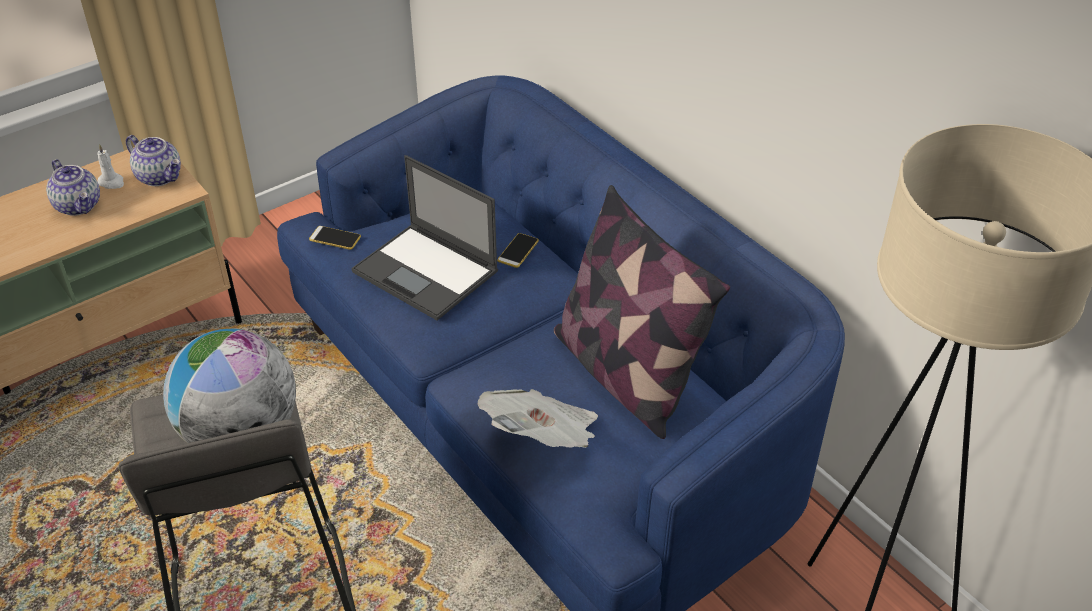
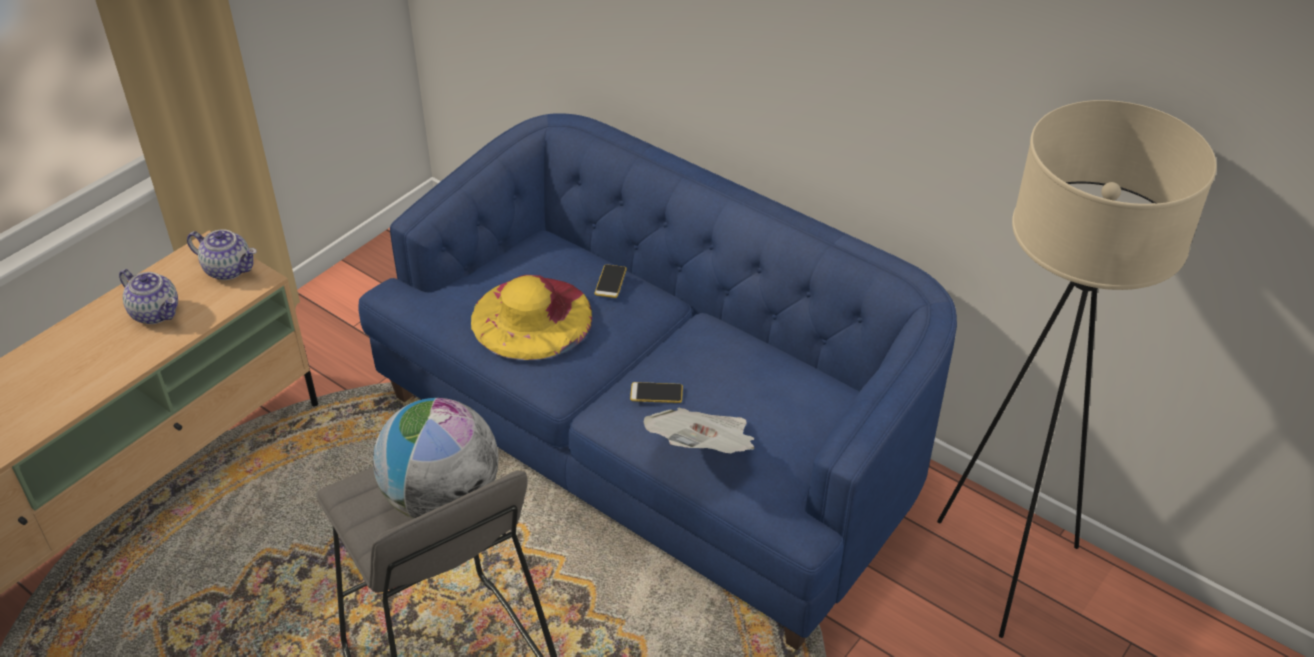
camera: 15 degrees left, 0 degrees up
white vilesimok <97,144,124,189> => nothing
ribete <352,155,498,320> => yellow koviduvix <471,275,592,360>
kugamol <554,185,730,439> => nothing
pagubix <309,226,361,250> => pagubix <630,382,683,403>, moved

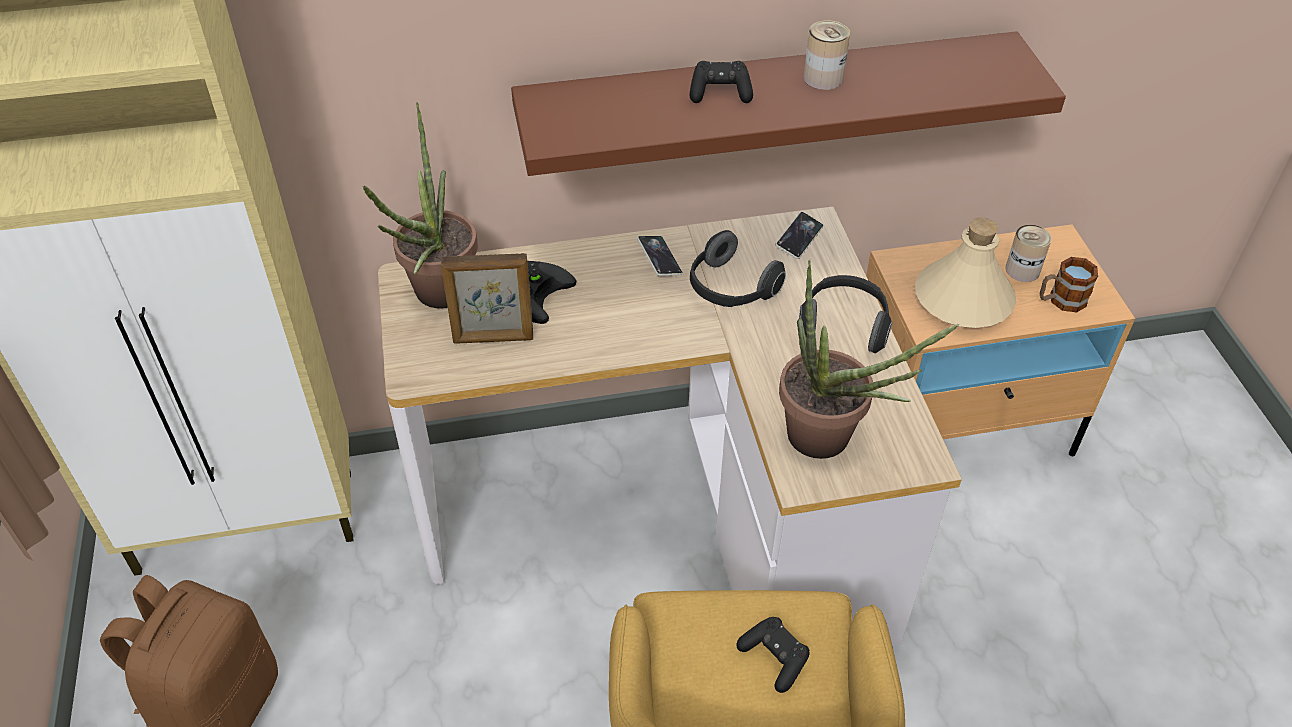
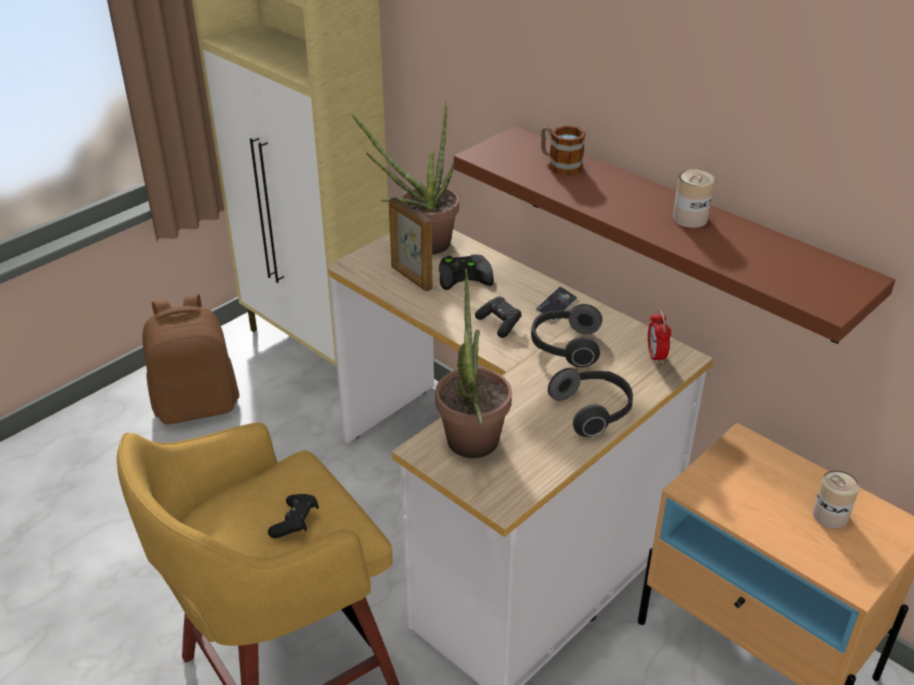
camera: 55 degrees right, 10 degrees down
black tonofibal <690,61,753,103> => black tonofibal <475,297,522,338>, moved
pagubix <776,212,823,259> => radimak <648,310,671,364>
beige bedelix <915,217,1016,328> => nothing
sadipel <1039,257,1098,312> => sadipel <541,125,586,176>, moved

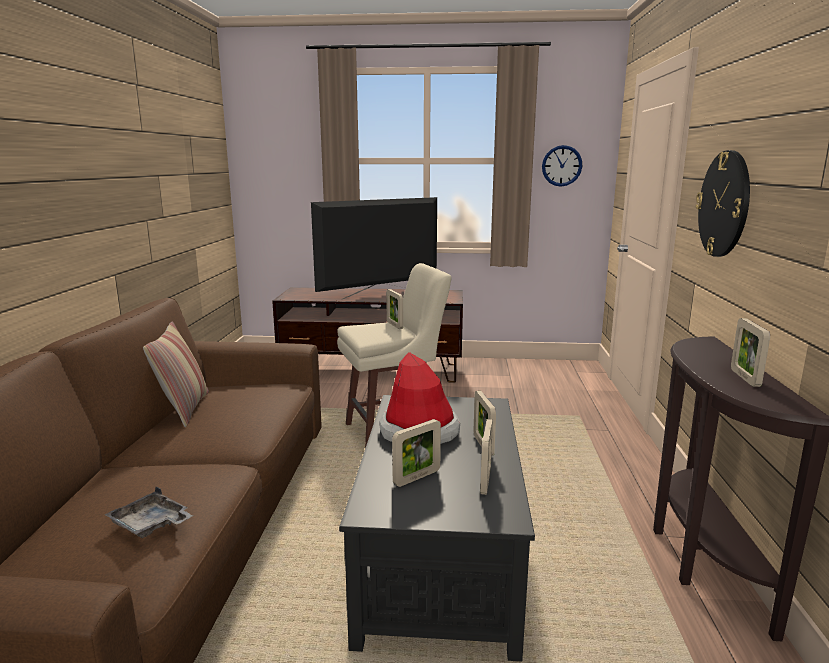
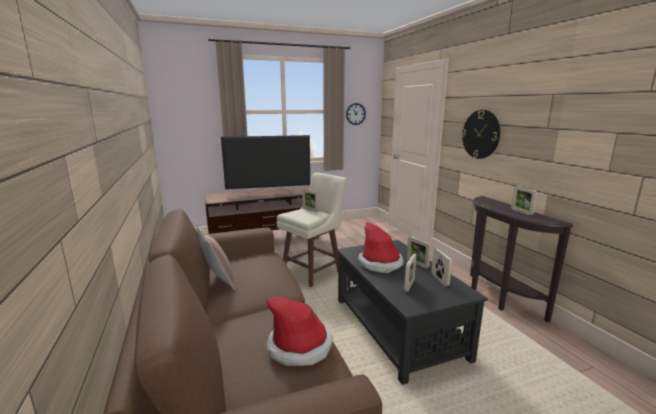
camera: 25 degrees left, 0 degrees up
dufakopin <311,197,437,300> => dufakopin <221,135,310,194>, 135 degrees counterclockwise
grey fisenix <104,487,193,538> => koviduvix <267,297,333,366>

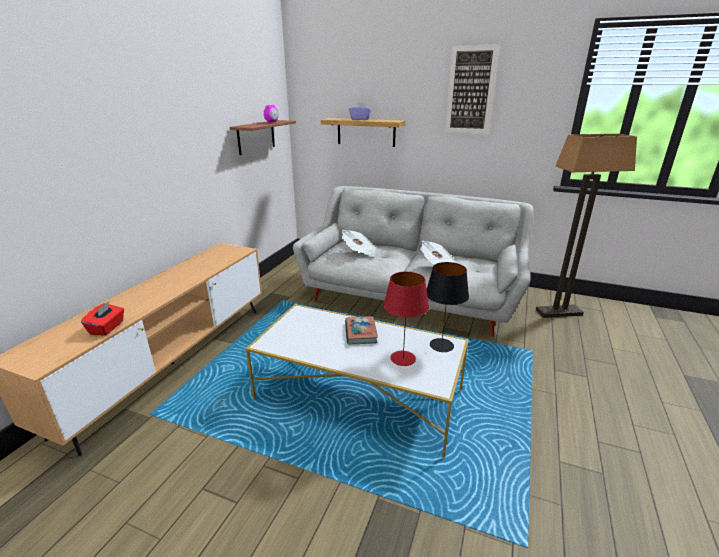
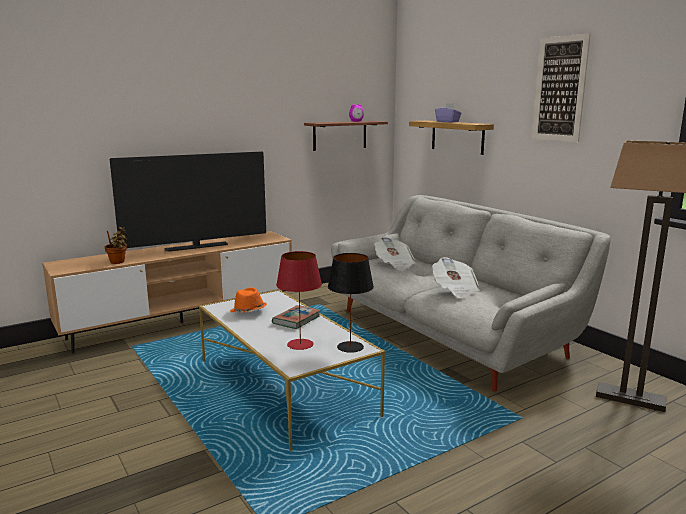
camera: 35 degrees right, 10 degrees down
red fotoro <81,302,124,336> => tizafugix <104,227,127,264>
nothing => dufakopin <110,151,266,252>
nothing => orange koviduvix <230,287,267,313>

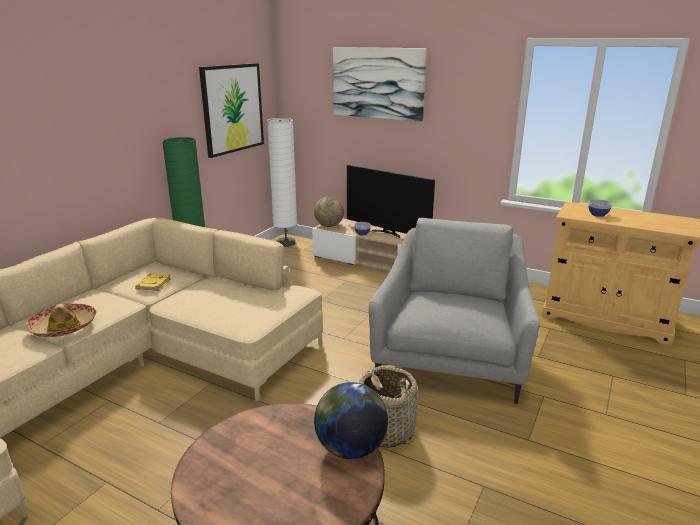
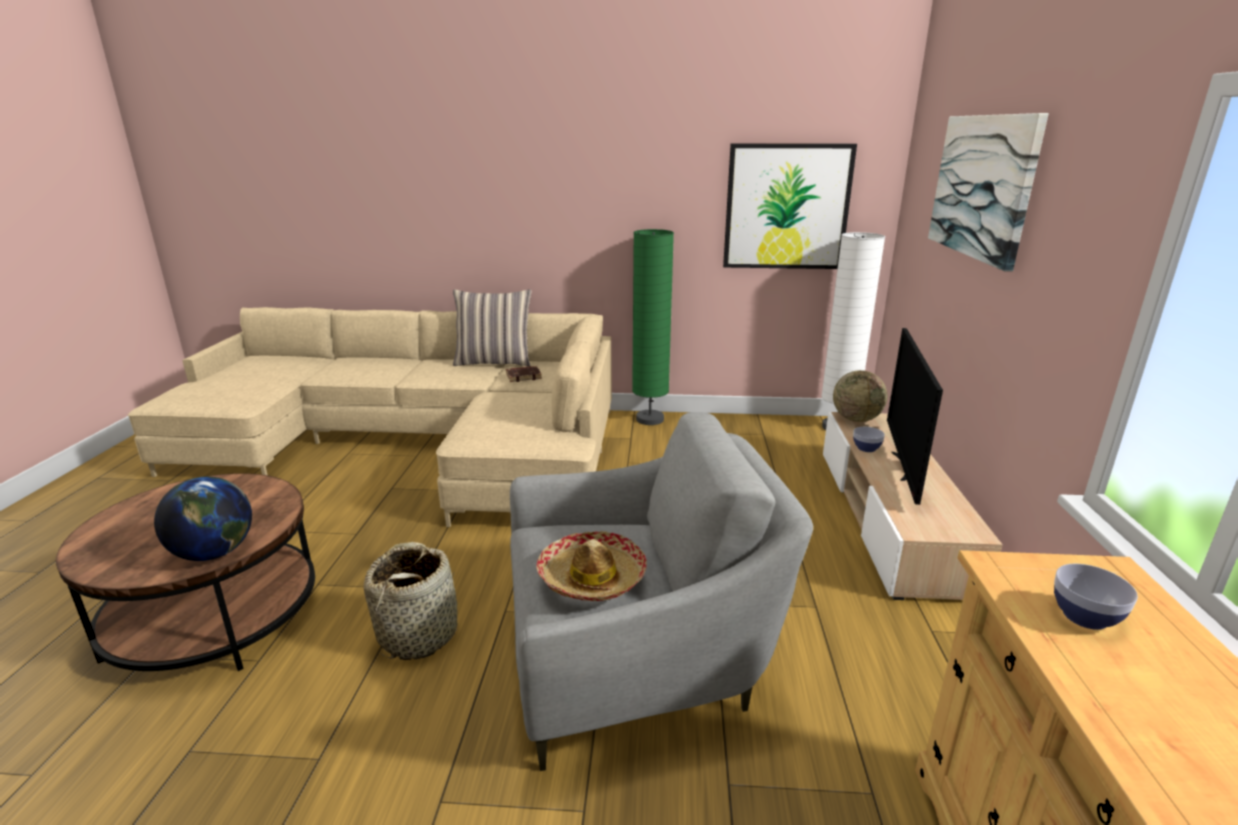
camera: 65 degrees right, 0 degrees up
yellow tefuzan <135,274,171,291> => brown tefuzan <506,366,542,382>
koviduvix <25,304,96,337> => koviduvix <536,531,647,601>, moved
nothing => kugamol <453,289,532,367>

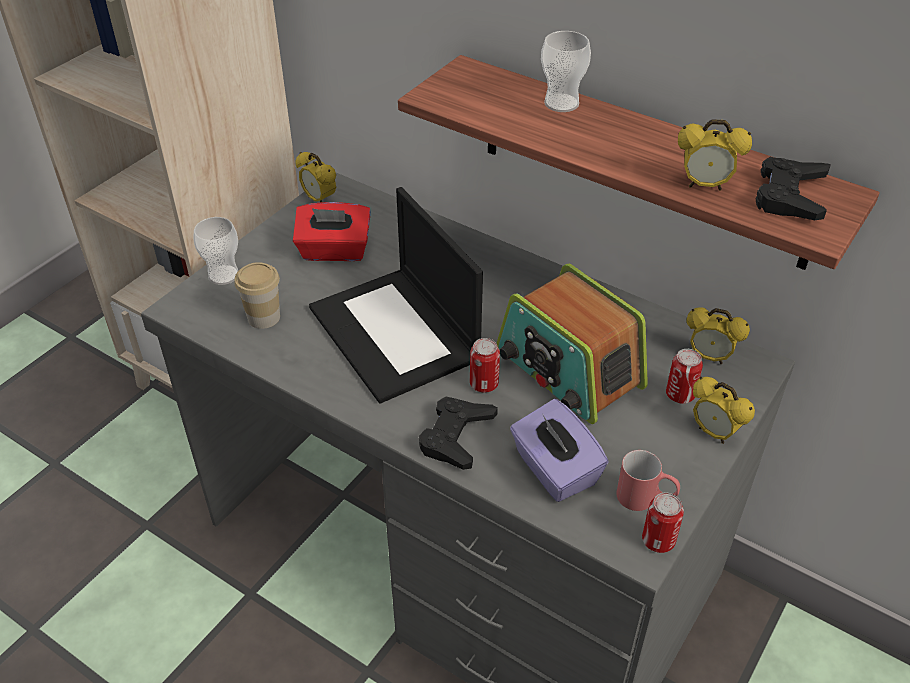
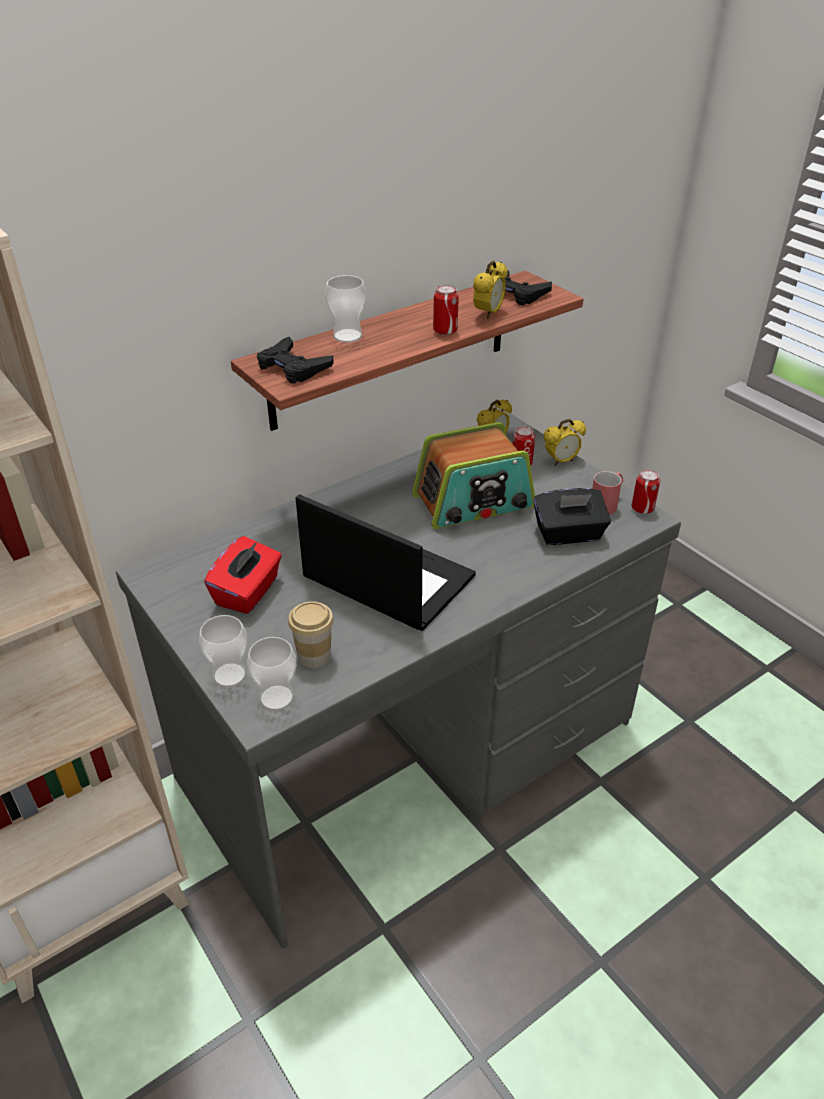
camera: 70 degrees left, 5 degrees down
radimak <295,152,336,203> => nothing
ribete <309,187,483,404> => ribete <296,494,476,631>, 135 degrees counterclockwise
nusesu <470,338,500,393> => nusesu <433,285,459,335>, moved
black tonofibal <419,396,498,470> => black tonofibal <257,337,334,384>, moved
purple fotoro <510,399,608,502> => black fotoro <533,488,611,545>
nothing => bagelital <247,637,297,711>

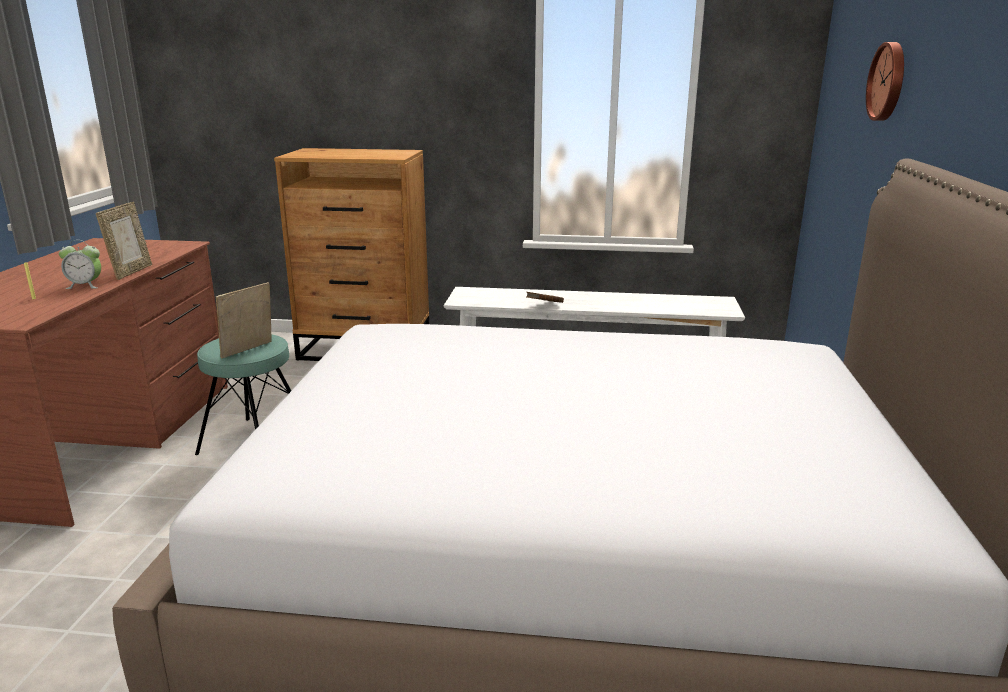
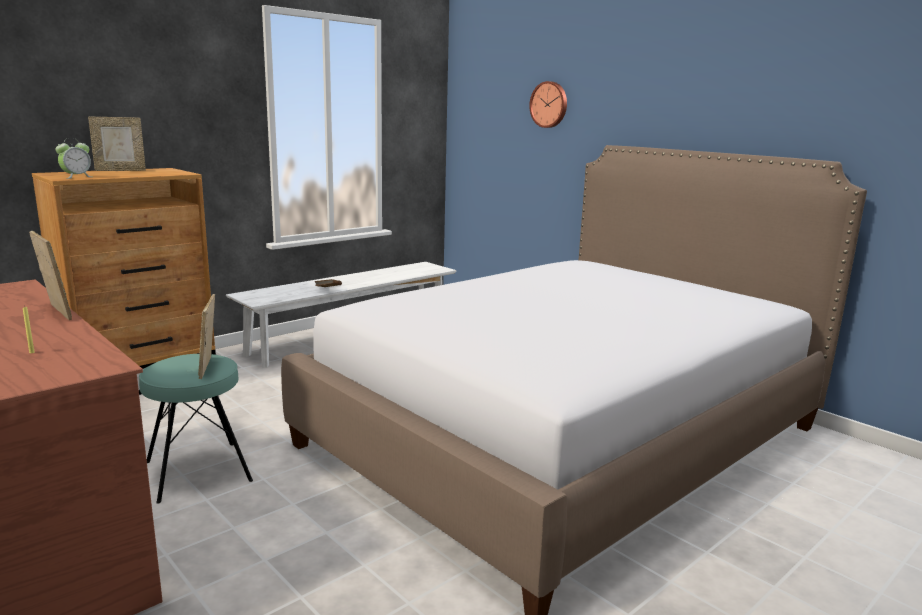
camera: 50 degrees left, 5 degrees down
radimak <59,240,101,289> => radimak <55,138,91,179>, moved
nothing => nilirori <88,117,146,171>

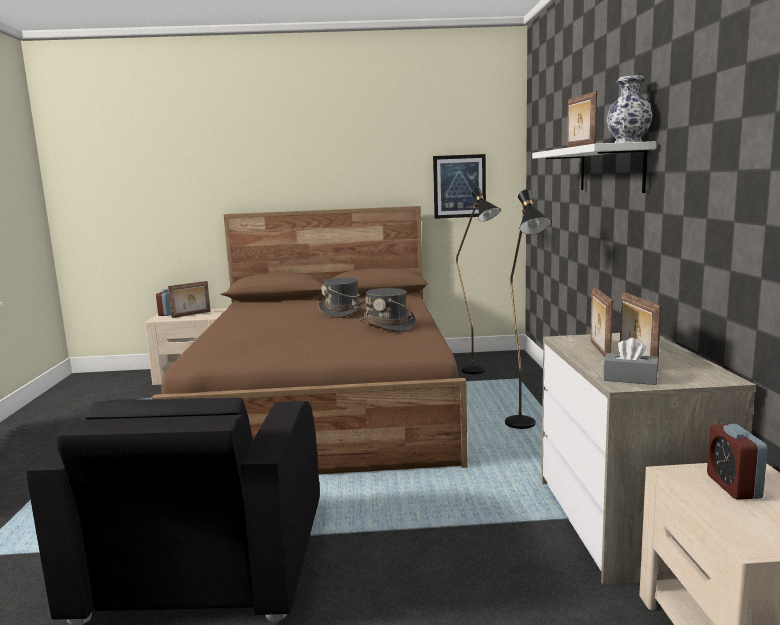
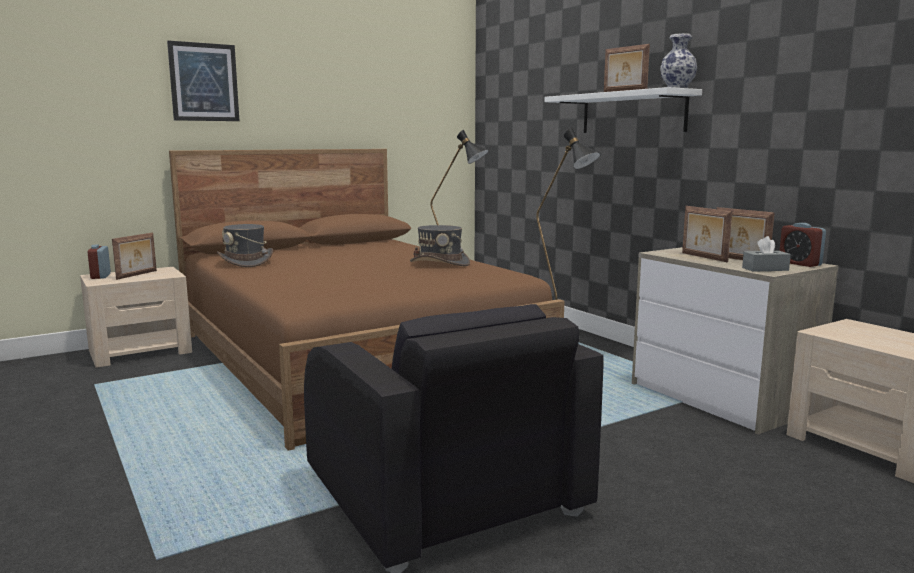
camera: 30 degrees left, 0 degrees up
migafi <433,154,486,219> => migafi <167,41,239,121>, moved
grey koviduvix <318,278,366,318> => grey koviduvix <217,224,273,267>, moved
radimak <707,424,768,500> => radimak <779,223,826,267>, moved

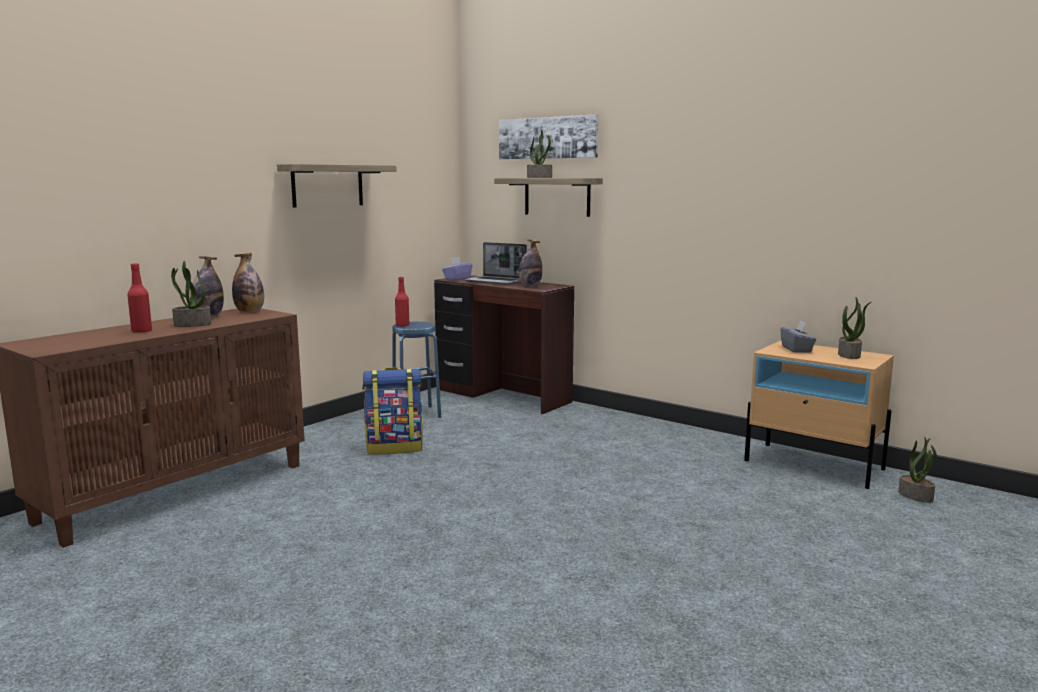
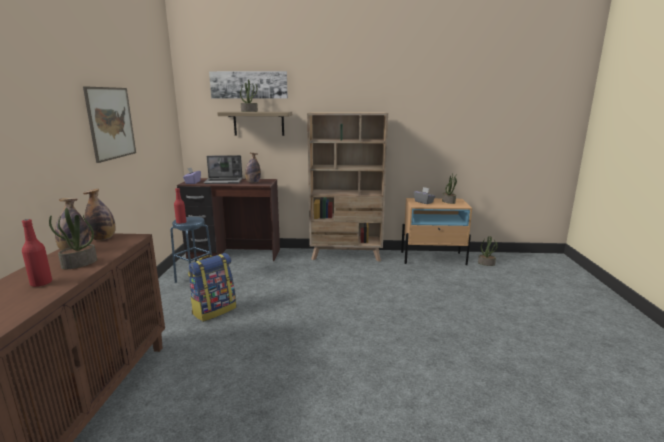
camera: 35 degrees left, 5 degrees up
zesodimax <277,164,397,208> => migafi <83,86,136,163>
nothing => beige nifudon <307,112,388,262>

